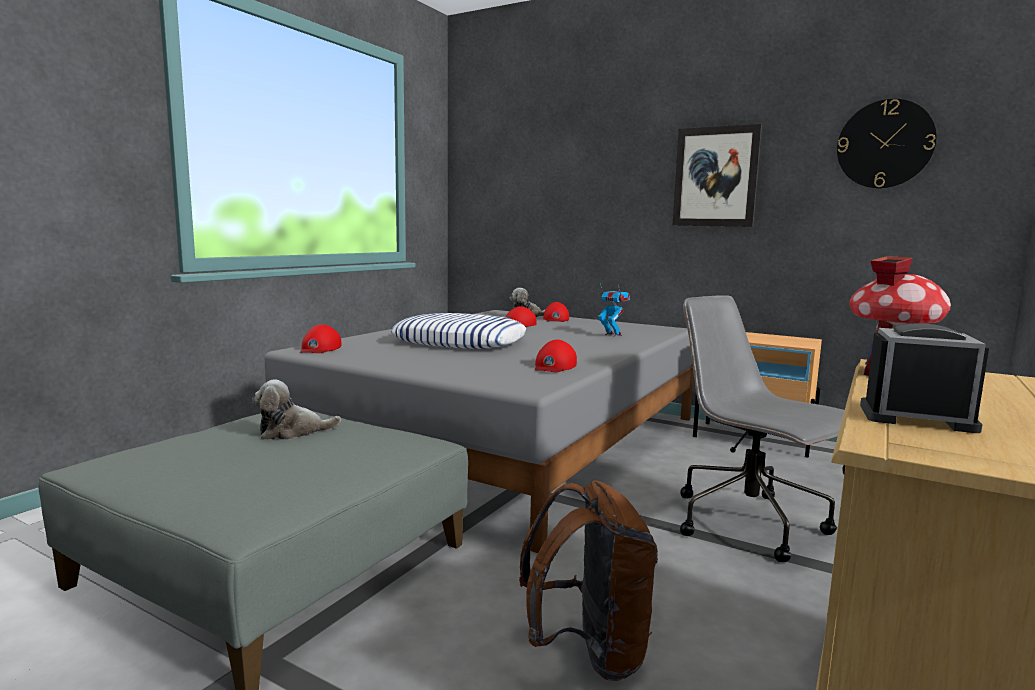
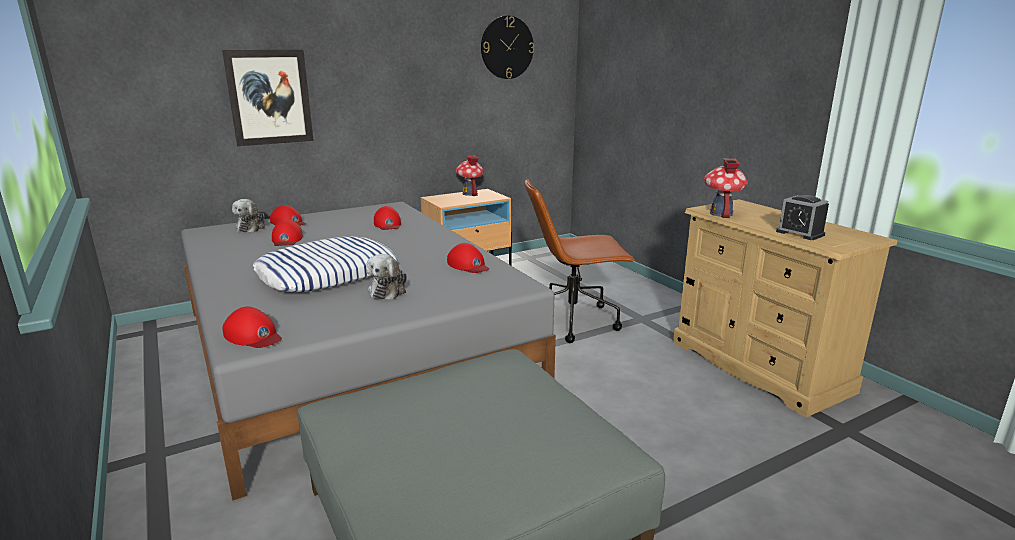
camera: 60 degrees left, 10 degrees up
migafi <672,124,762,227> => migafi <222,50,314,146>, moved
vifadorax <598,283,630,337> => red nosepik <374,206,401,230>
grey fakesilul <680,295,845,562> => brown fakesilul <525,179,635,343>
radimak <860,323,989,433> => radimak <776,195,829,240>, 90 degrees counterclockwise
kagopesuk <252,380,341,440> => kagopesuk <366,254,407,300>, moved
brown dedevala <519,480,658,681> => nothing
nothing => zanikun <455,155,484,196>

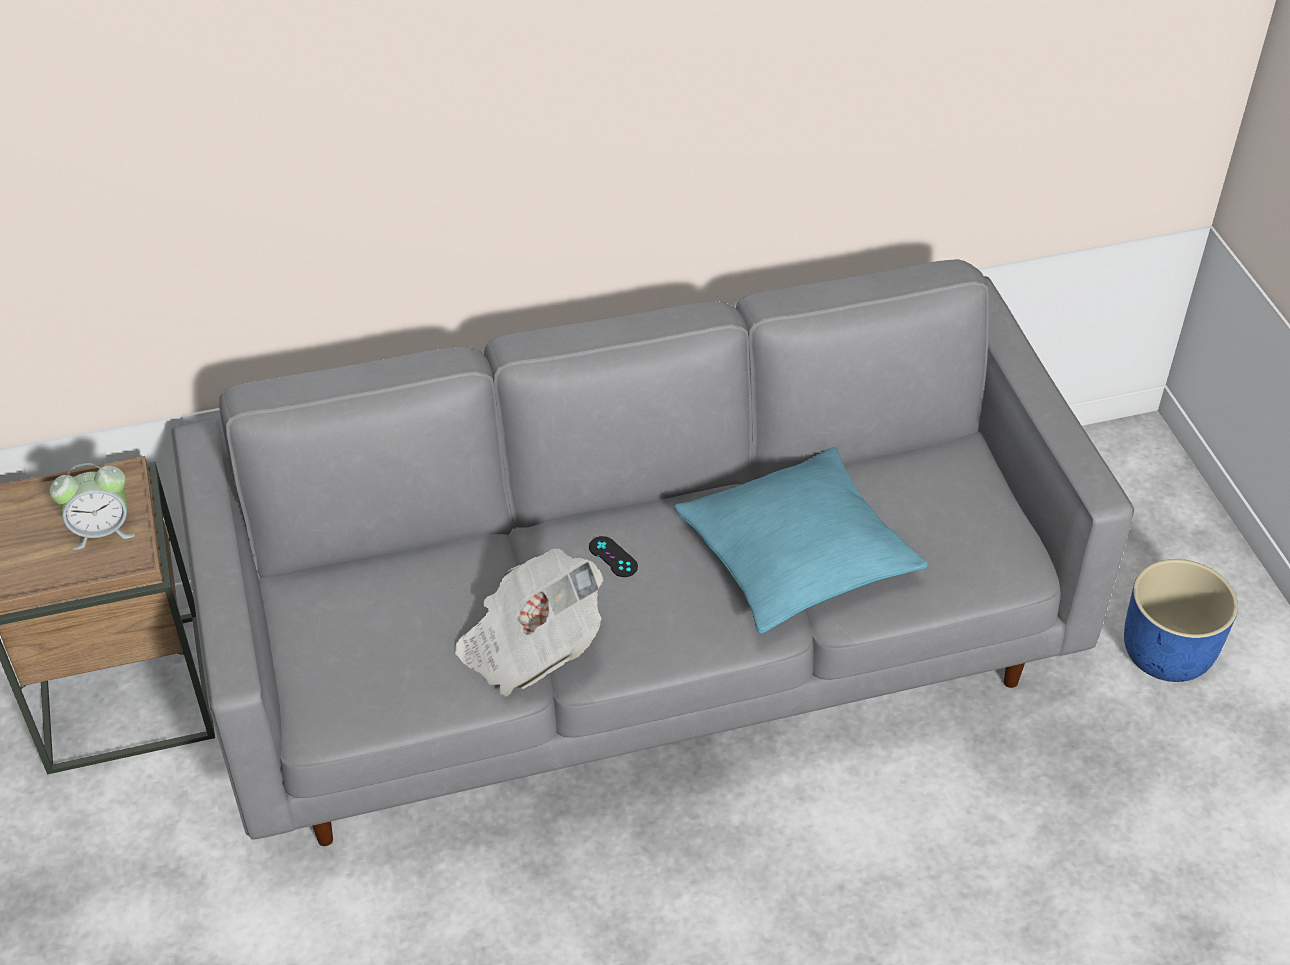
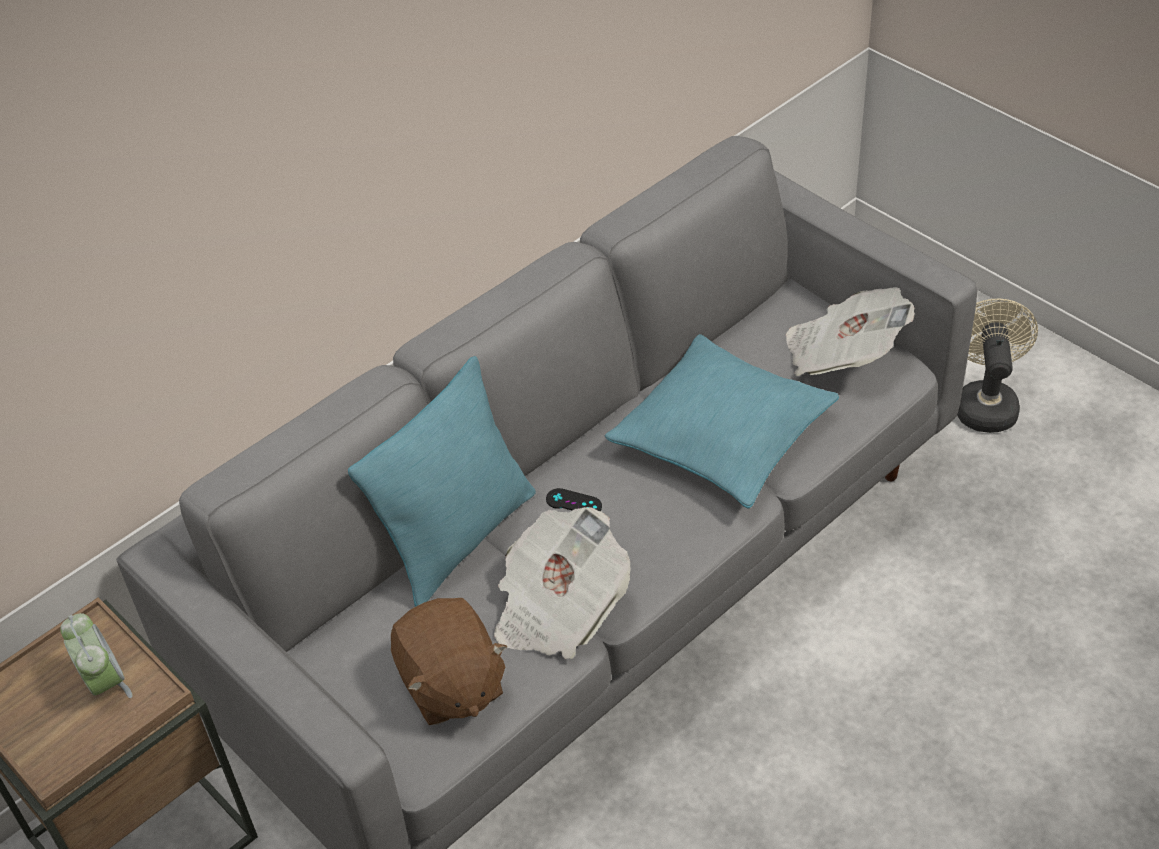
camera: 25 degrees left, 0 degrees up
radimak <49,463,135,550> => radimak <60,613,133,698>, 75 degrees counterclockwise
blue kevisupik <1124,559,1238,682> => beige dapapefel <957,299,1038,433>
nothing => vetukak <786,287,915,376>
nothing => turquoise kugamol <348,356,536,607>
nothing => brown kagopesuk <391,598,508,725>

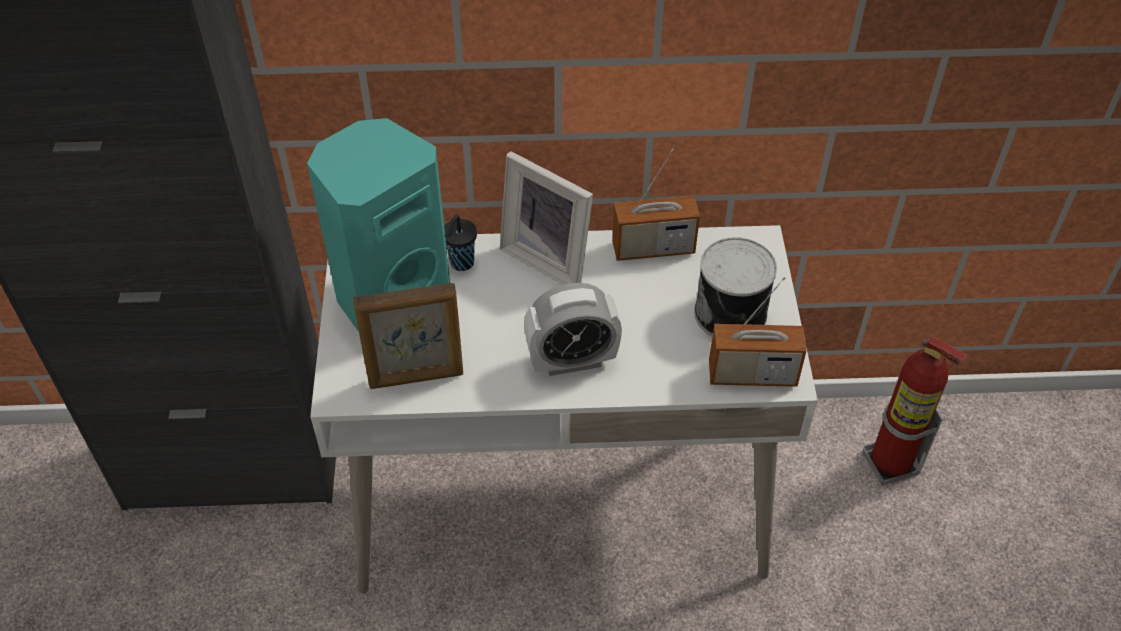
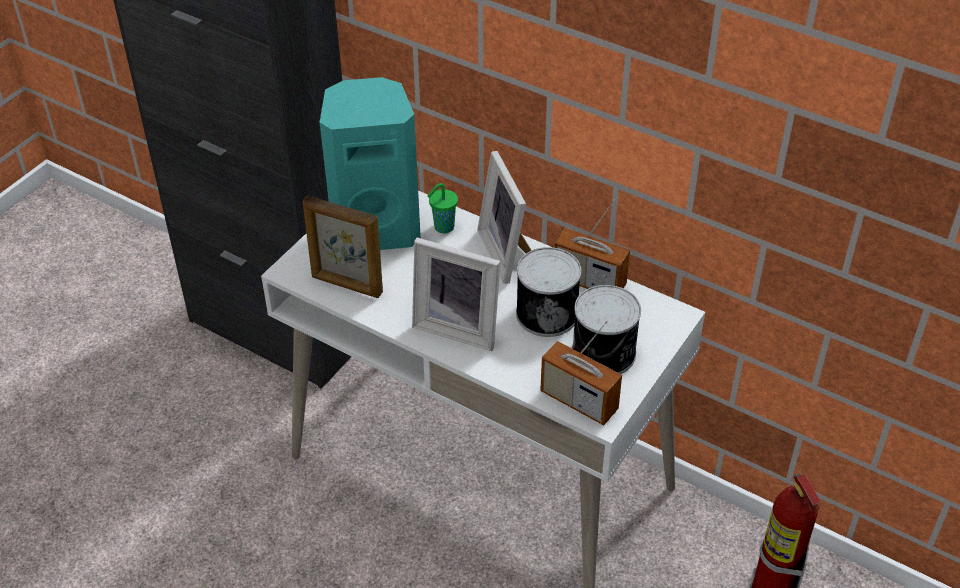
camera: 35 degrees right, 5 degrees down
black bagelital <444,215,477,271> => green bagelital <427,183,458,234>
radimak <524,283,622,376> => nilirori <412,237,501,351>
nothing => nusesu <516,247,581,337>

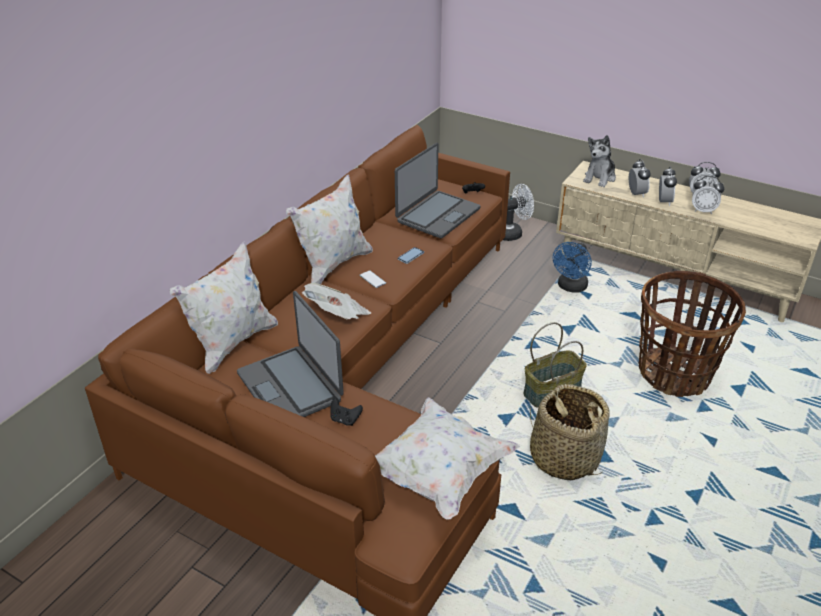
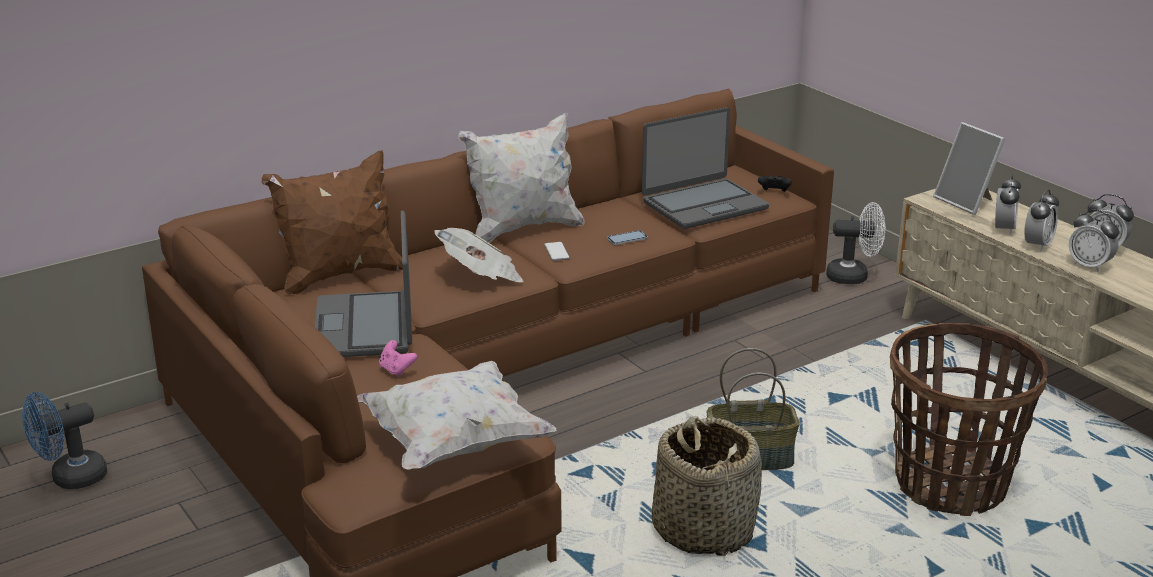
camera: 25 degrees right, 10 degrees down
kagopesuk <583,135,616,187> => nilirori <933,122,1005,215>
white kugamol <170,241,278,374> => brown kugamol <262,151,403,295>
blue dapapefel <553,242,592,293> => blue dapapefel <22,392,107,489>, moved
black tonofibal <330,398,363,426> => pink tonofibal <379,340,417,377>

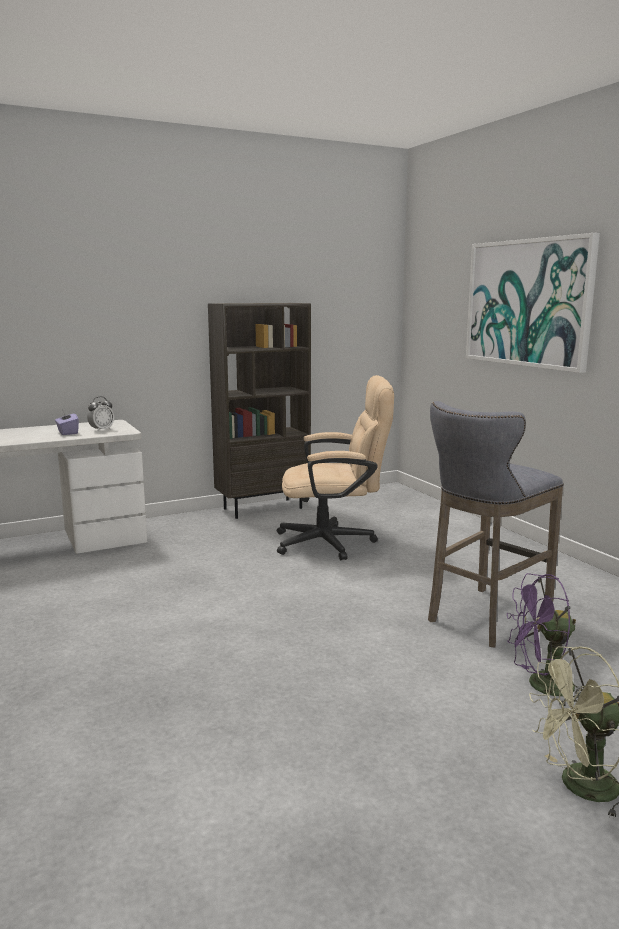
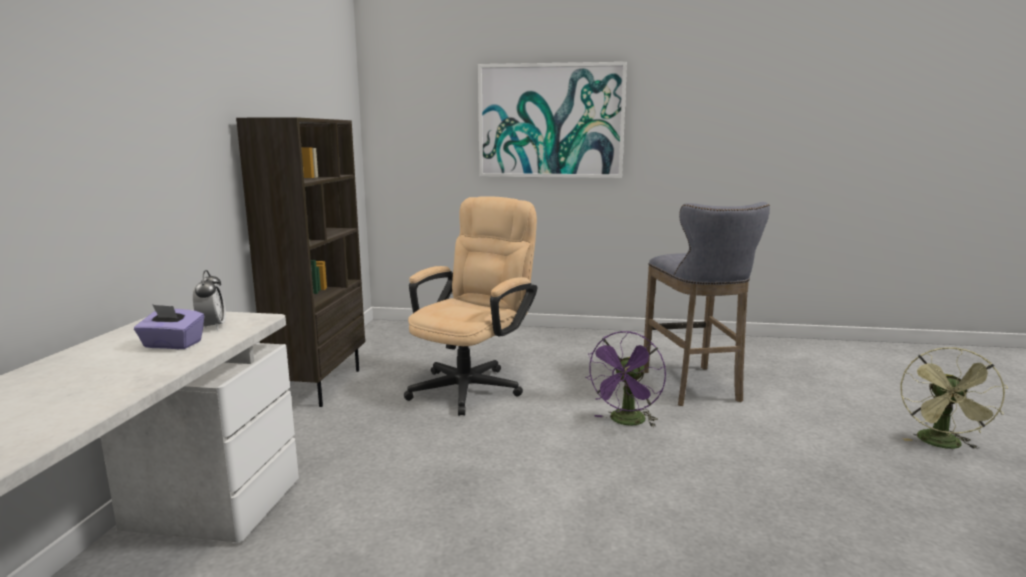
camera: 55 degrees left, 0 degrees up
purple dapapefel <507,573,583,706> => purple dapapefel <586,331,666,427>, moved

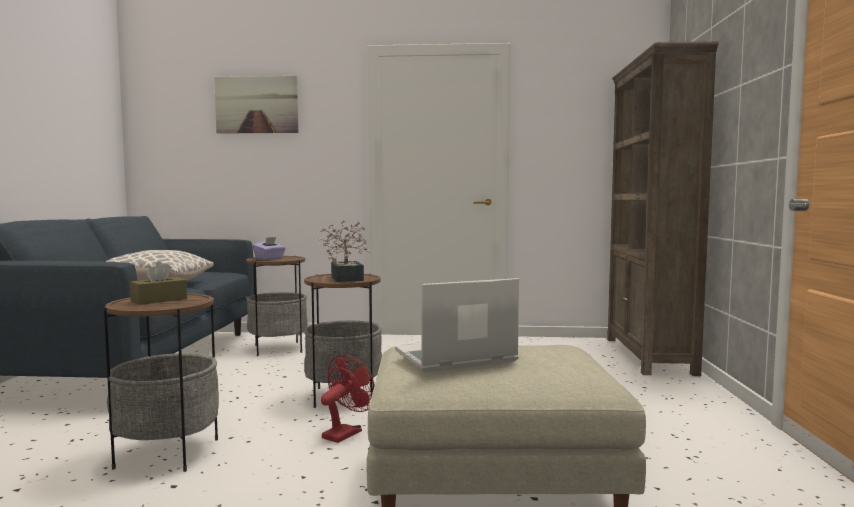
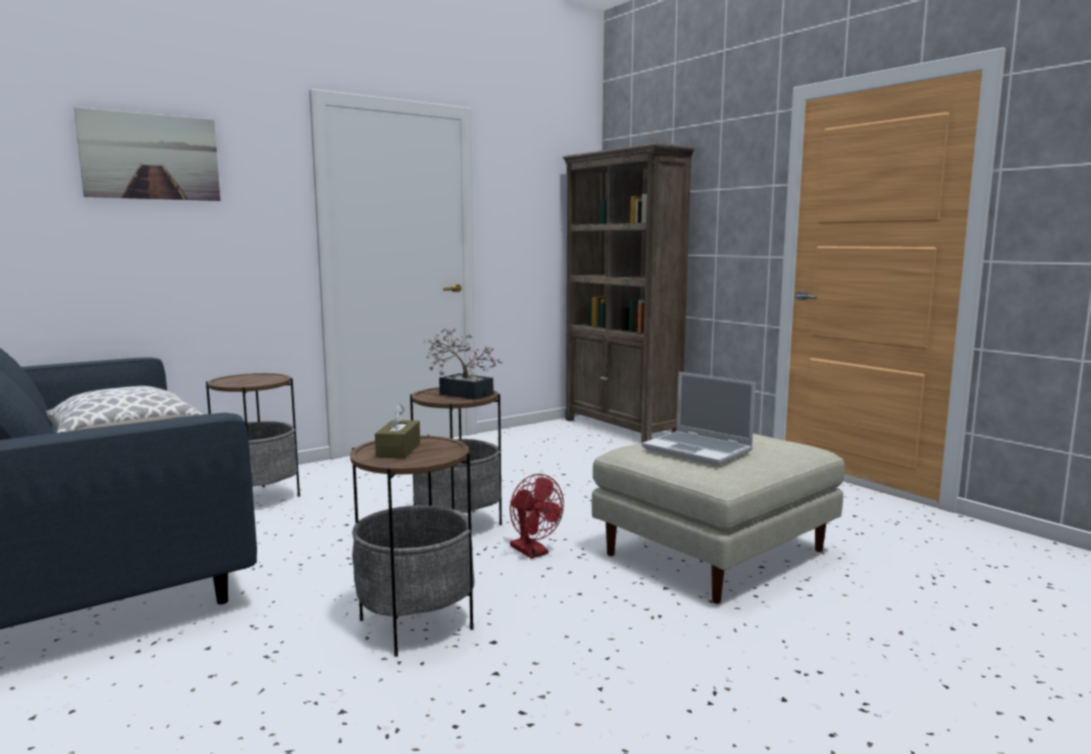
camera: 40 degrees left, 5 degrees up
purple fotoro <253,237,286,260> => nothing
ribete <395,278,519,373> => ribete <642,372,755,465>, 75 degrees counterclockwise
red dapapefel <320,354,375,443> => red dapapefel <510,474,564,559>, 150 degrees clockwise

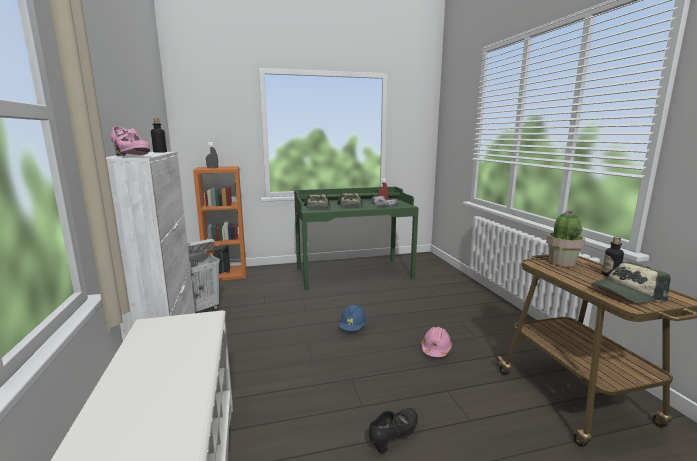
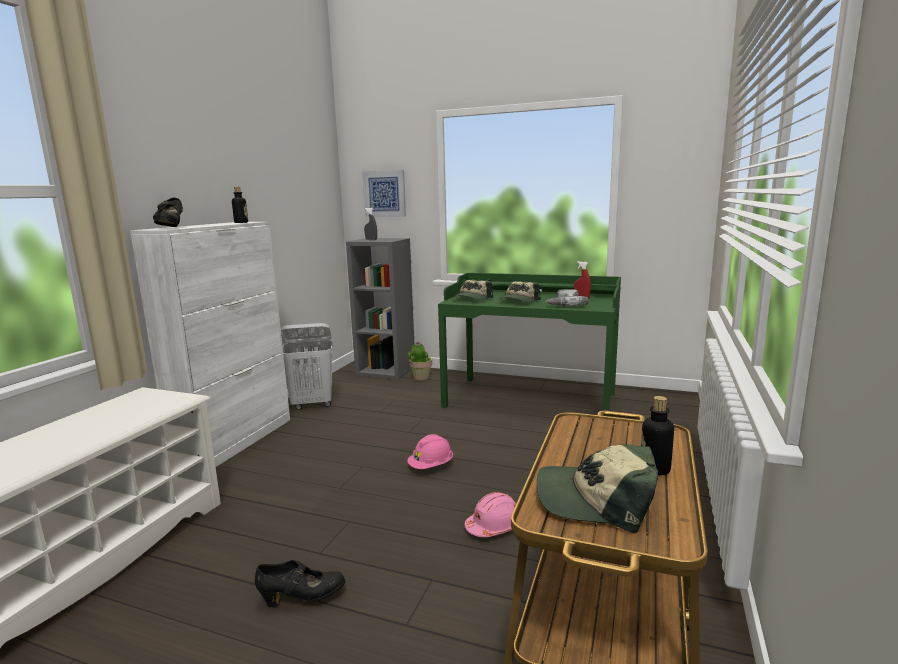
camera: 35 degrees right, 0 degrees up
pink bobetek <110,126,150,156> => black bobetek <153,198,183,227>
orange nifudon <193,166,246,281> => grey nifudon <346,238,414,380>
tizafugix <546,210,585,267> => tizafugix <407,341,432,380>, moved
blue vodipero <339,305,367,331> => pink vodipero <407,434,453,469>
nothing => migafi <362,170,406,217>

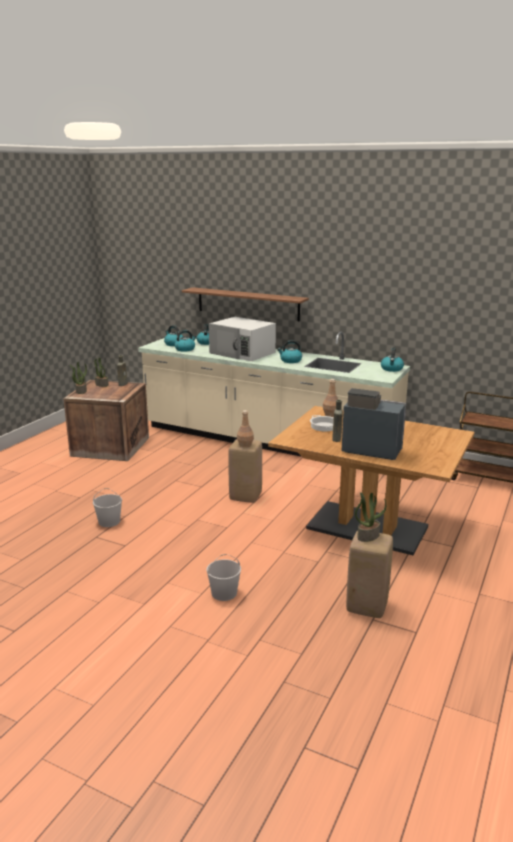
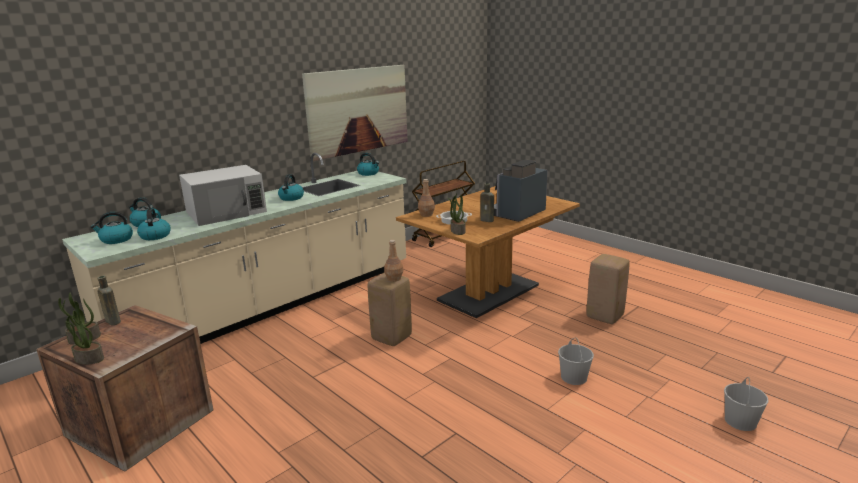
camera: 70 degrees left, 0 degrees up
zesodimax <182,287,309,321> => nothing
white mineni <93,488,122,527> => white mineni <724,377,769,431>, moved
tizafugix <355,492,386,542> => tizafugix <448,193,466,235>, moved
nothing => migafi <302,65,408,161>

